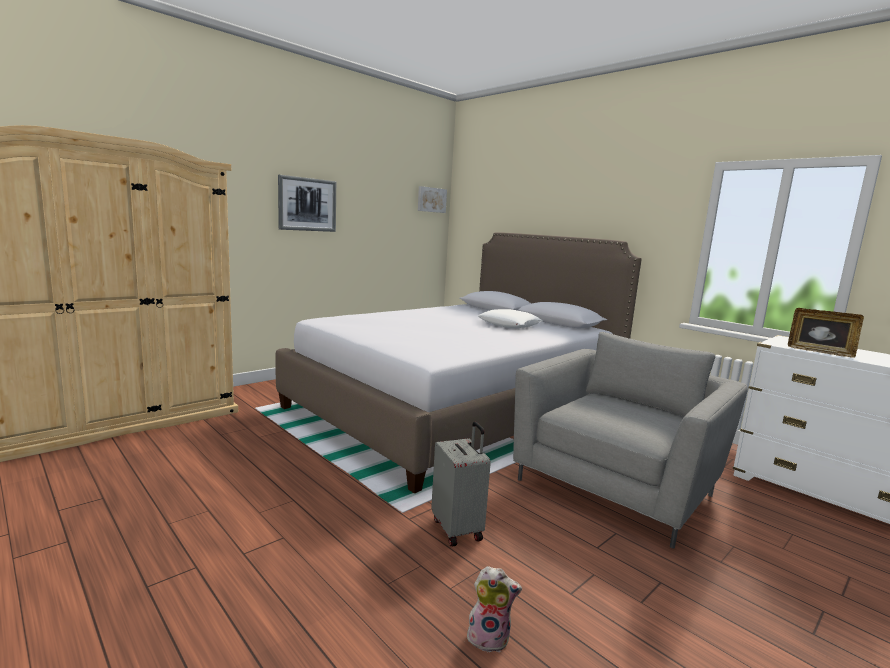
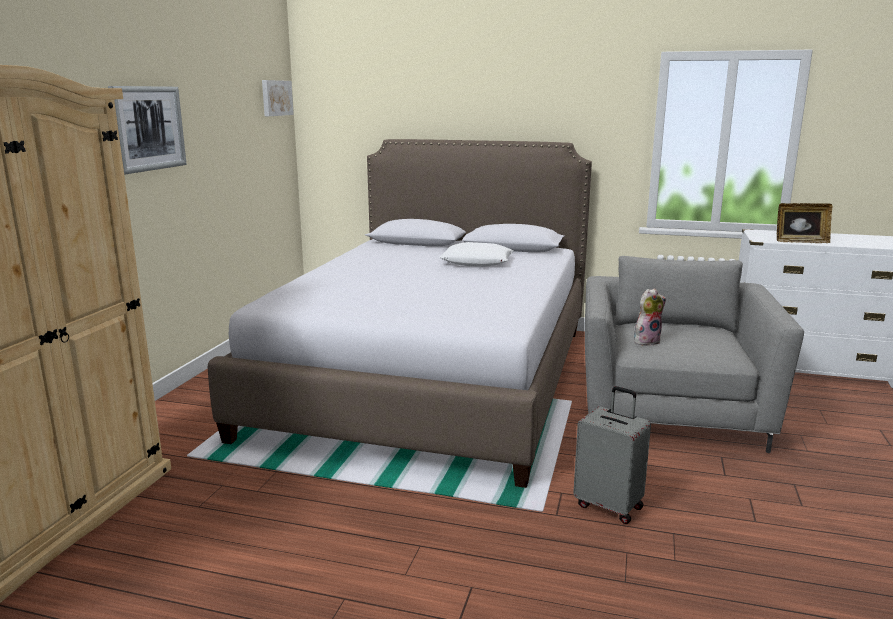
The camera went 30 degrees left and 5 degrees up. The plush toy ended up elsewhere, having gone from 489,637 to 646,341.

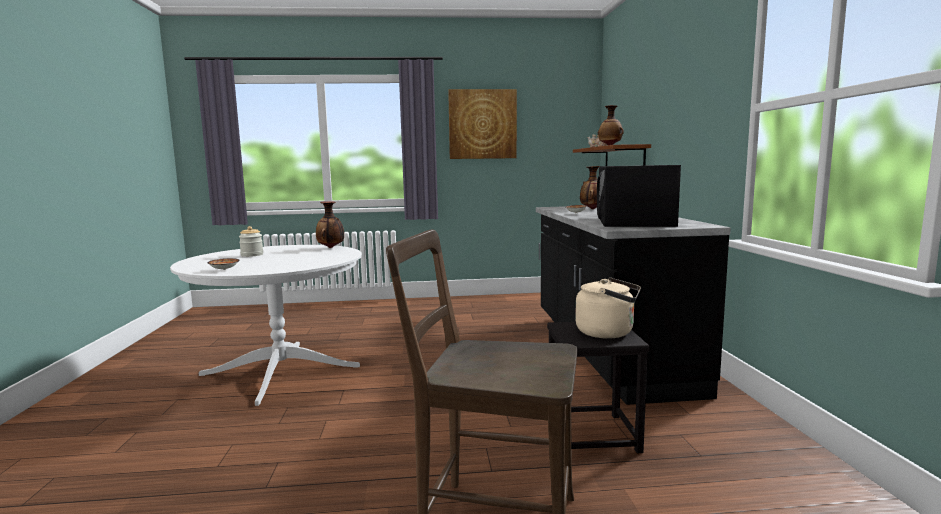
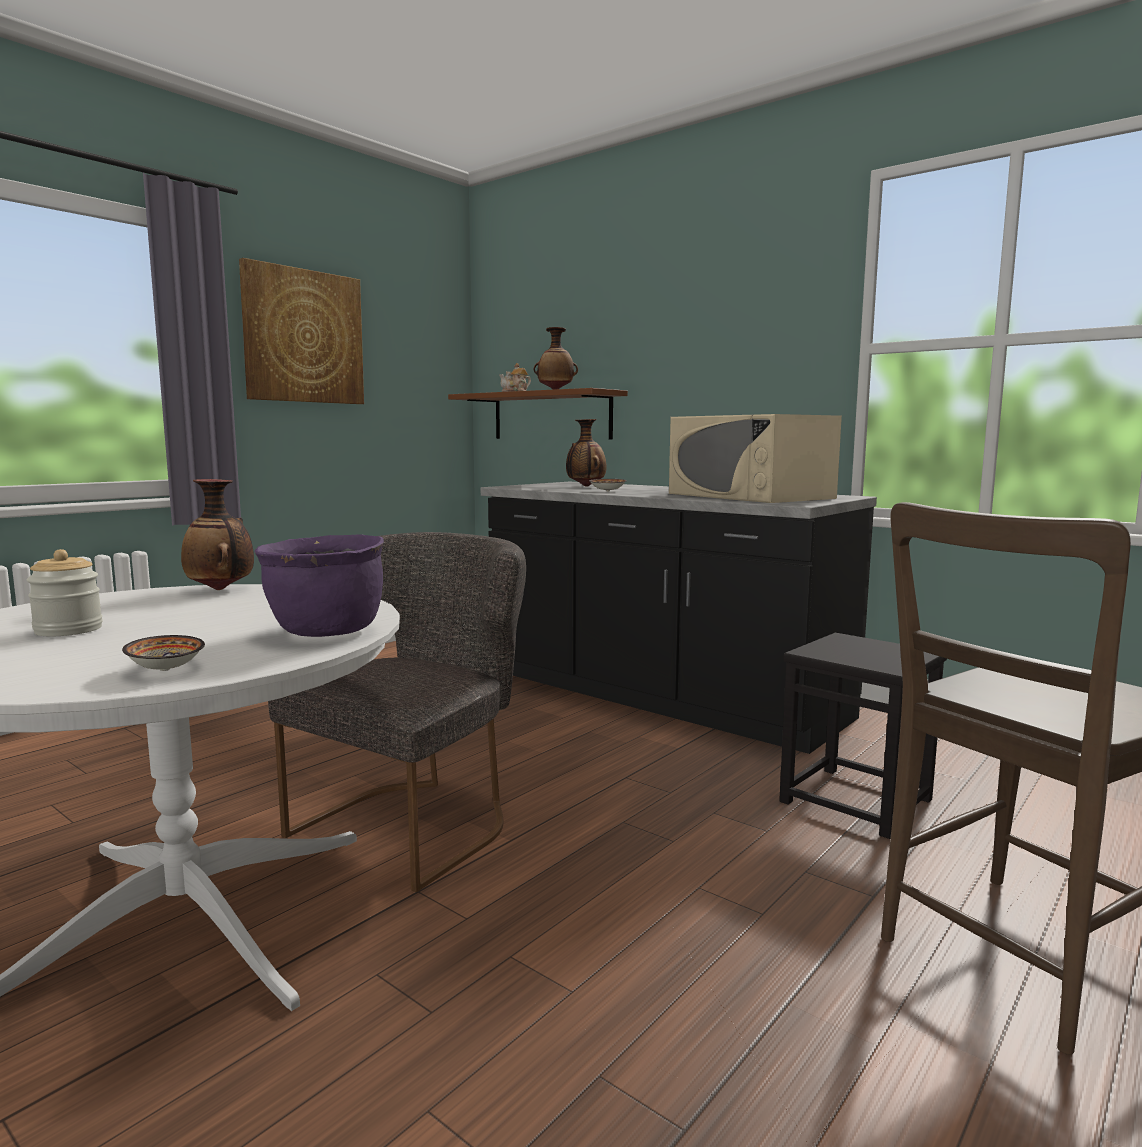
The camera went 45 degrees left and 0 degrees up. The second view lost the beige kettle at 608,333. What was the black microwave at 634,221 turned into the beige microwave at 749,496. The second view gained the purple cooking pot at 326,632. The second view gained the grey chair at 417,821.

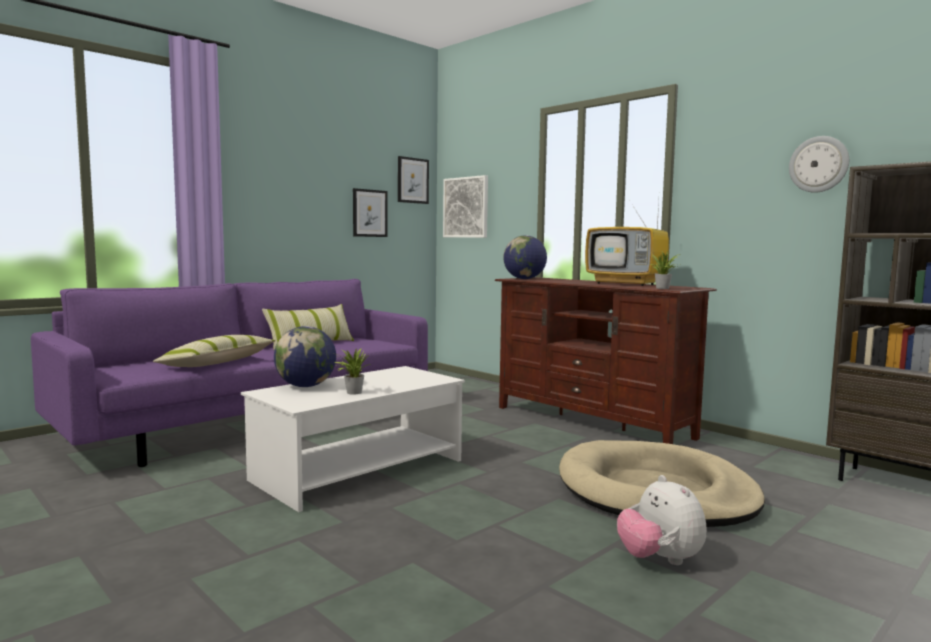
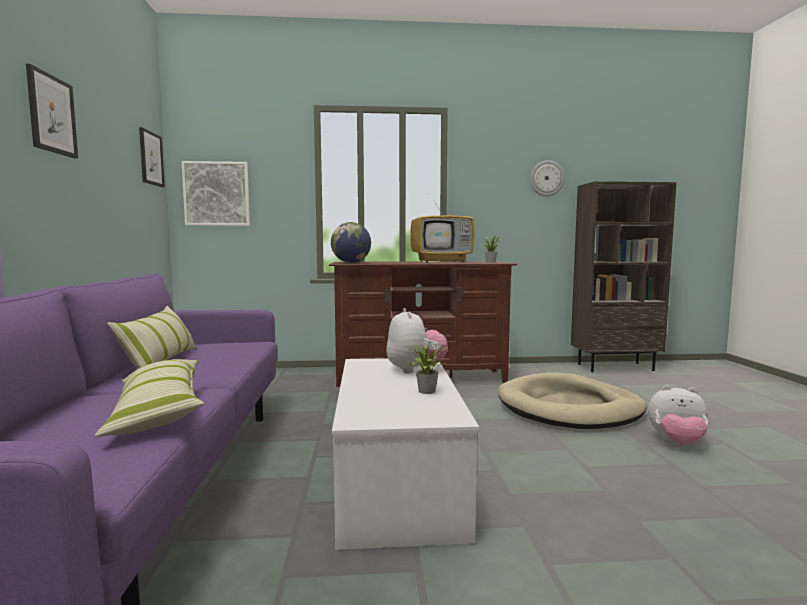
The camera went 50 degrees left and 0 degrees up. The second view lost the globe at 306,386. The picture ended up elsewhere, having gone from 369,213 to 52,114. The second view gained the plush toy at 415,370.

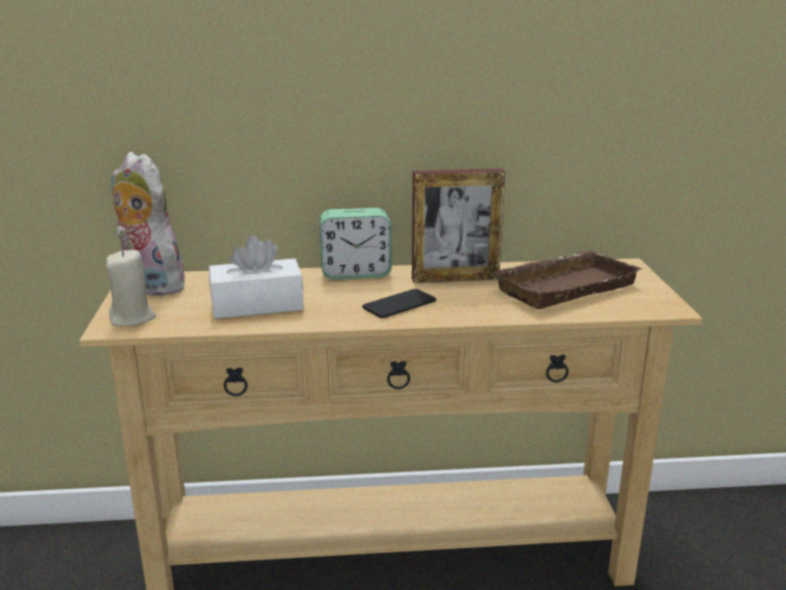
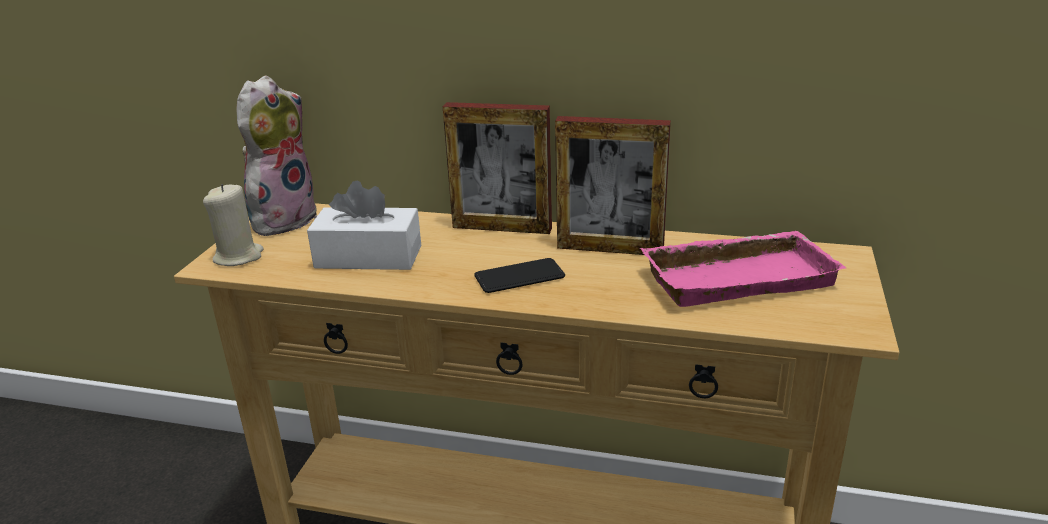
The camera went 20 degrees right and 5 degrees up. The plush toy at 149,286 ended up facing another way, 60 degrees clockwise from before. Where the alarm clock stood at 356,273, the picture frame came to stand at 502,228. What was the brown tray at 563,286 turned into the pink tray at 738,276.

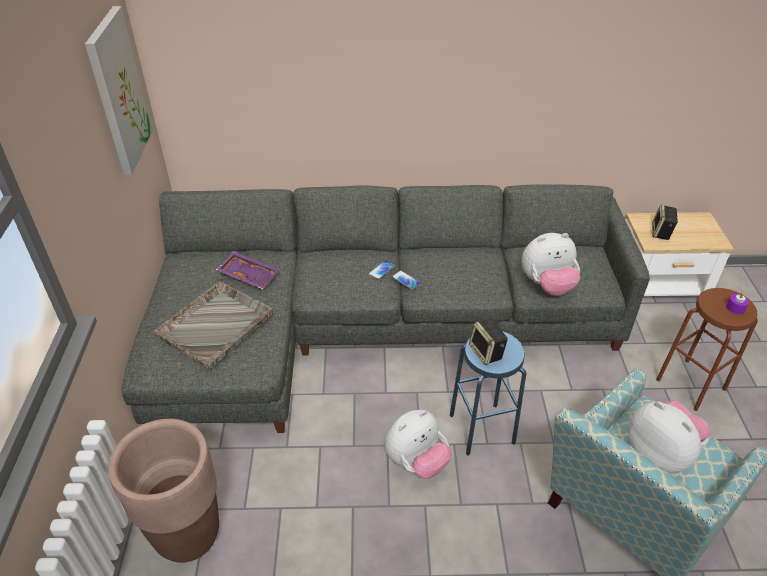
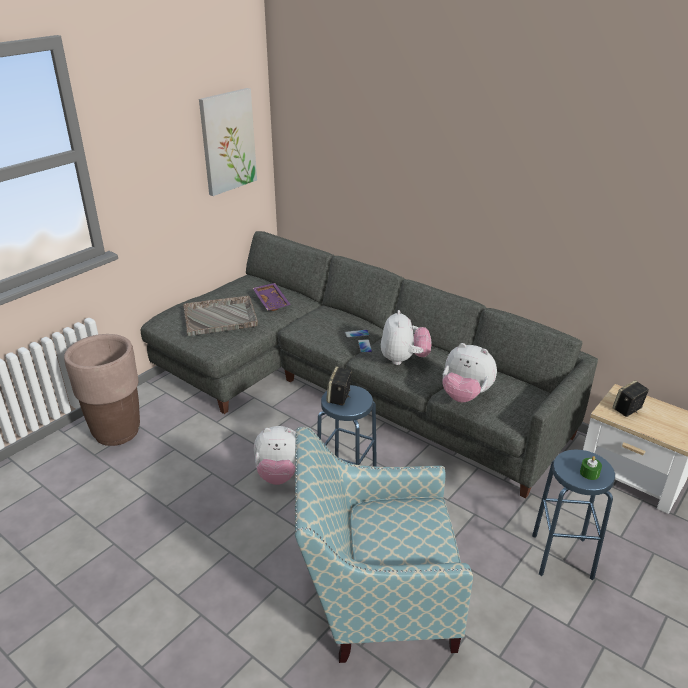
The camera went 40 degrees right and 10 degrees down. The plush toy ended up elsewhere, having gone from 660,453 to 404,359. What was the brown stool at 691,384 turned into the blue stool at 562,556. What was the purple candle at 735,308 turned into the green candle at 589,473.

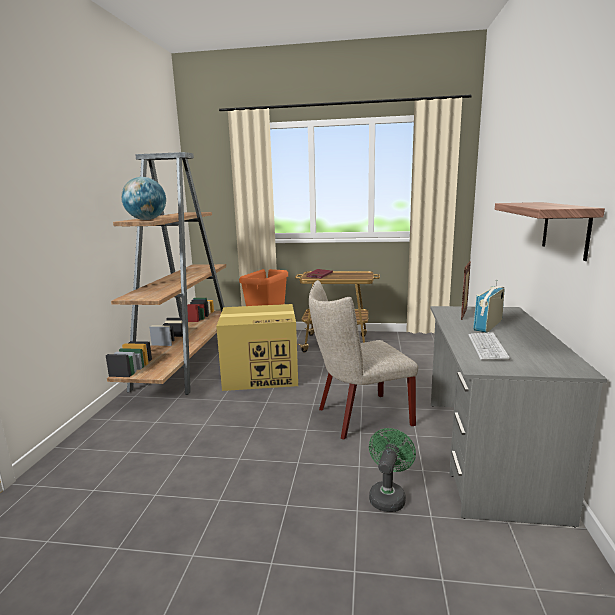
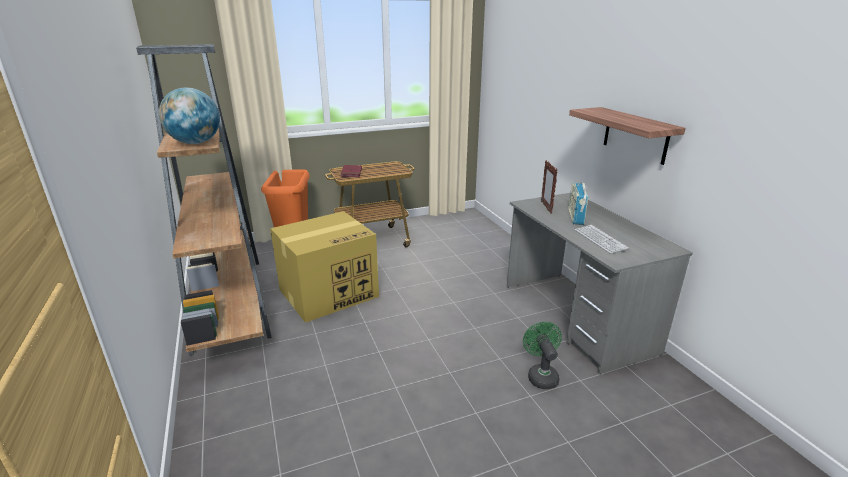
The camera went 30 degrees left and 10 degrees up. The second view lost the beige chair at 358,417.

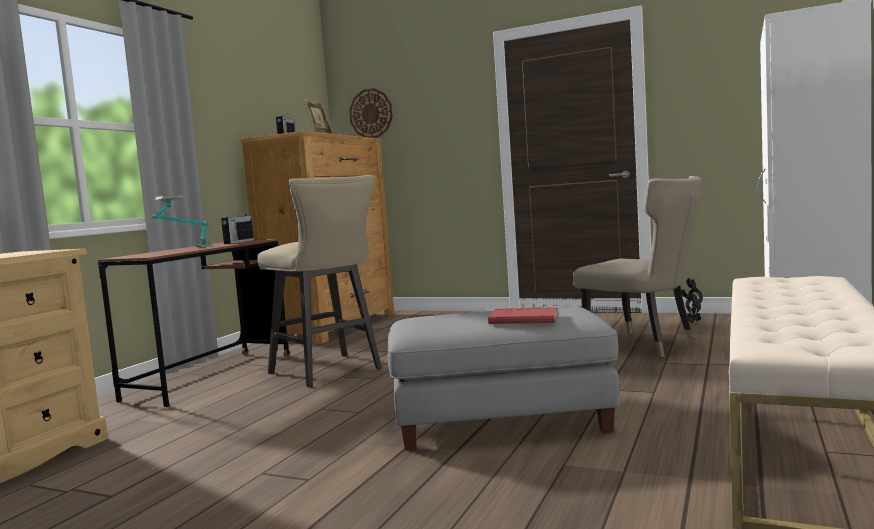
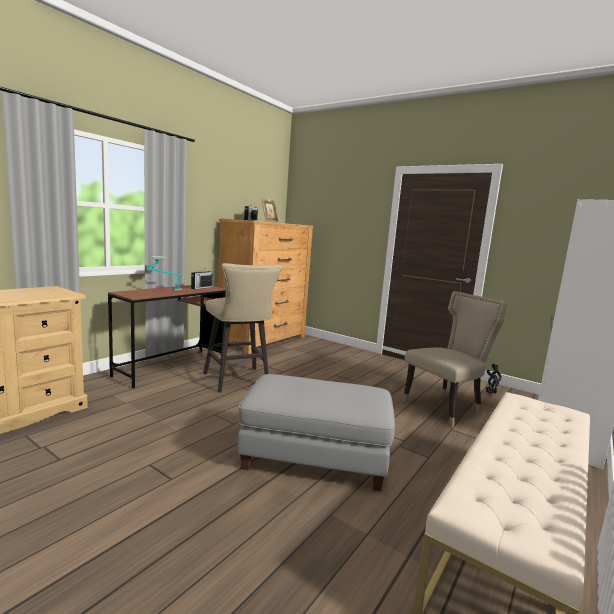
The camera went 10 degrees right and 5 degrees up. The second view lost the wall clock at 371,113. The second view lost the red book at 523,318. The beige chair at 644,345 ended up facing another way, 90 degrees counterclockwise from before.

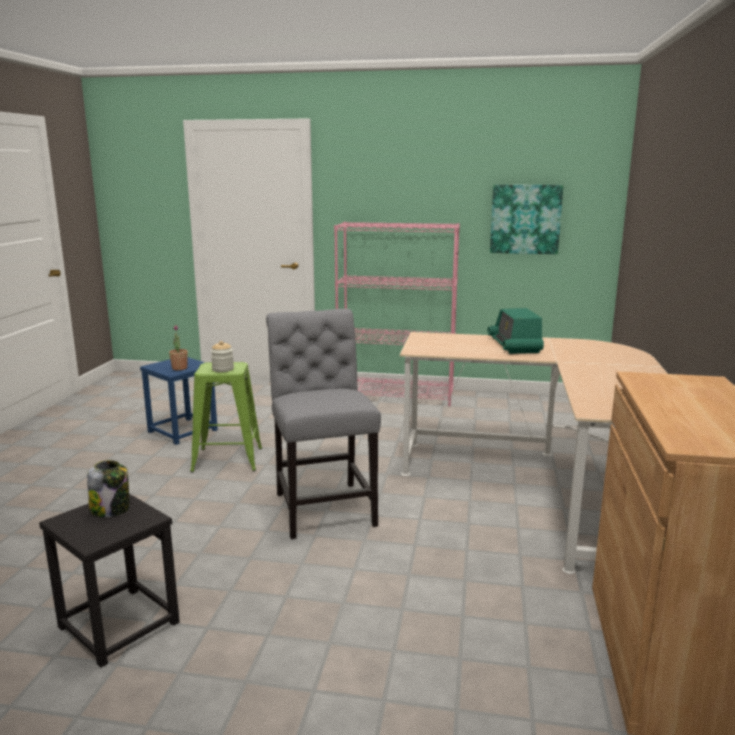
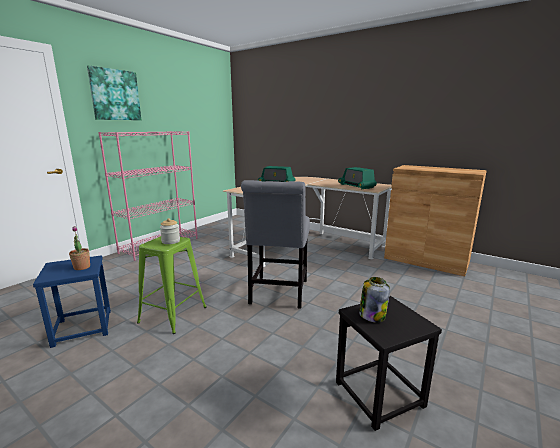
The camera went 65 degrees left and 0 degrees up. The grey chair at 323,506 ended up facing another way, 90 degrees counterclockwise from before. The picture ended up elsewhere, having gone from 525,219 to 115,95. The second view gained the radio at 356,186.

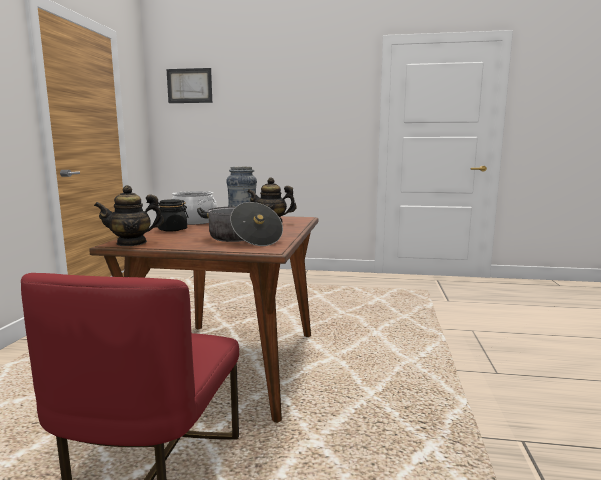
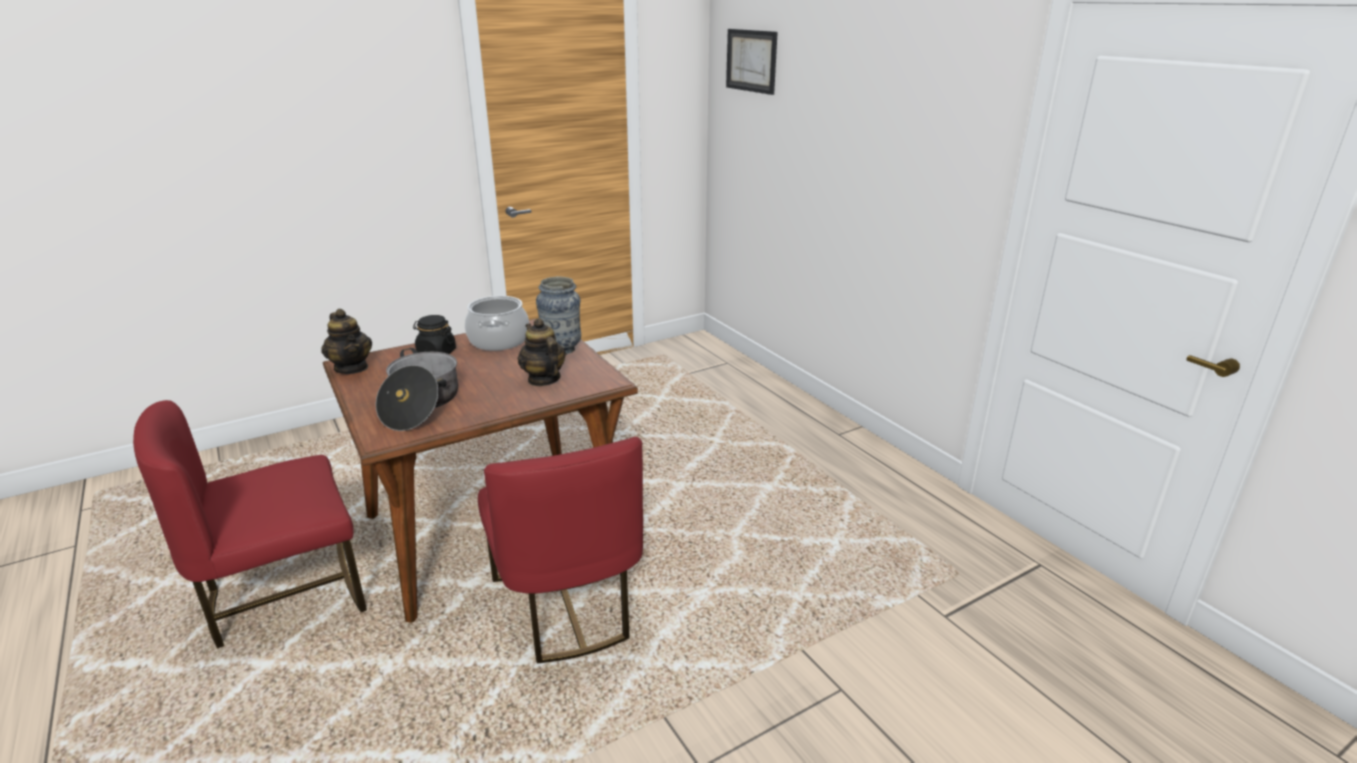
The camera went 50 degrees right and 15 degrees up. The teapot at 132,243 ended up facing another way, 150 degrees counterclockwise from before. The second view gained the red chair at 567,607.

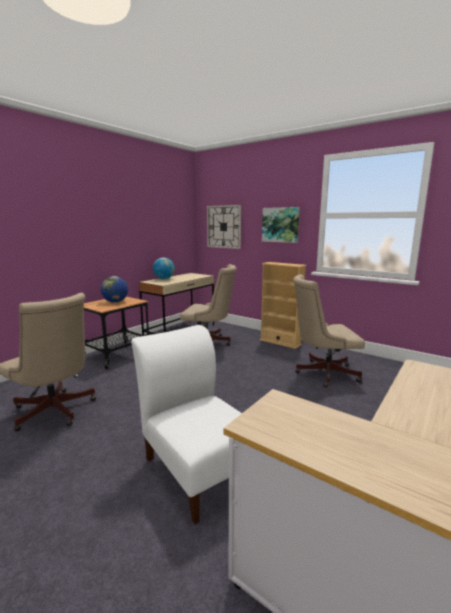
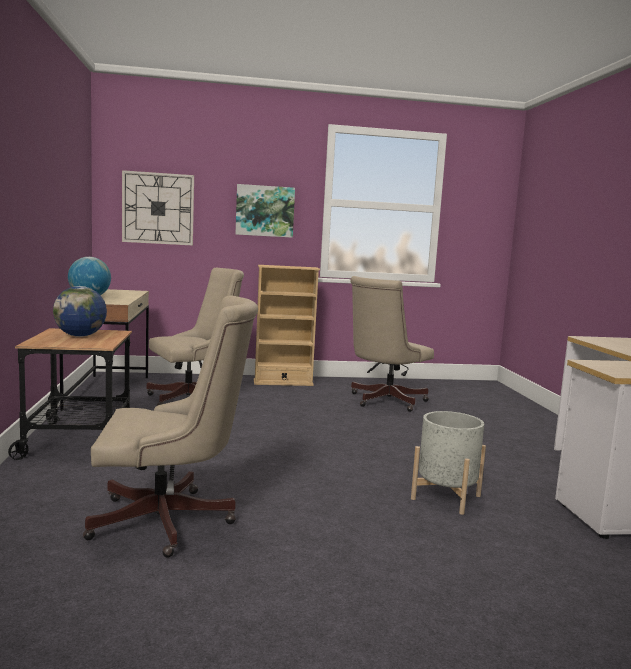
The camera went 45 degrees left and 5 degrees down. Where the white chair stood at 199,467, the grey planter came to stand at 446,497.

